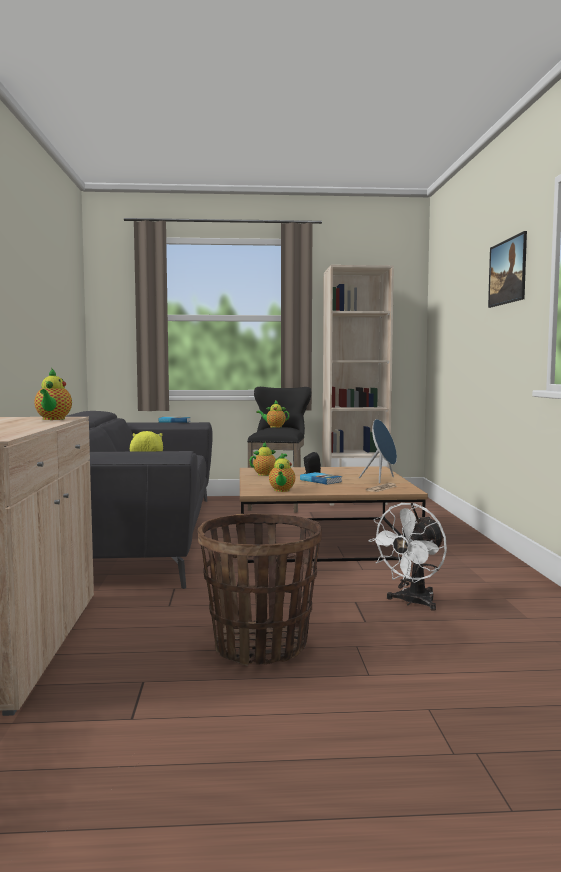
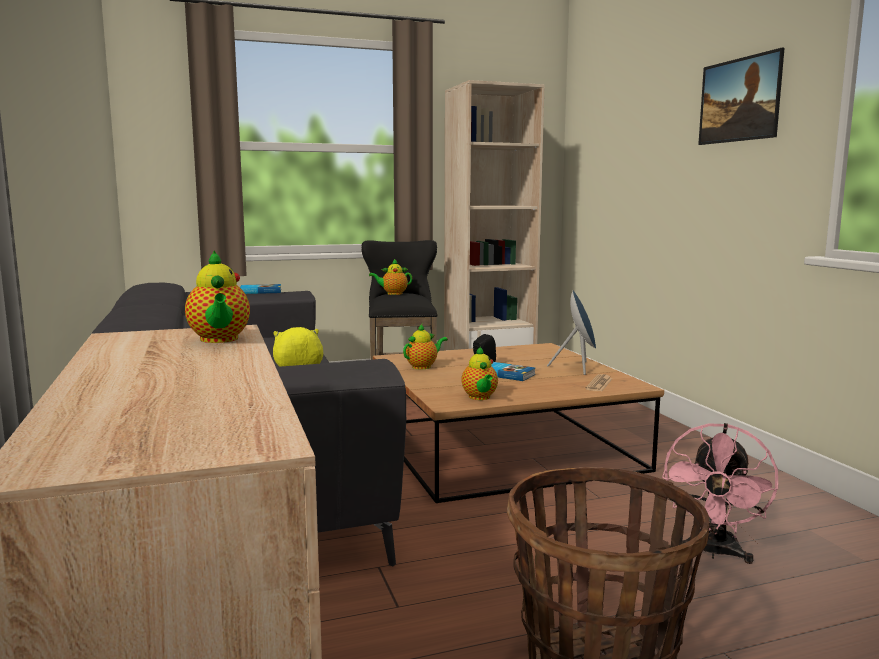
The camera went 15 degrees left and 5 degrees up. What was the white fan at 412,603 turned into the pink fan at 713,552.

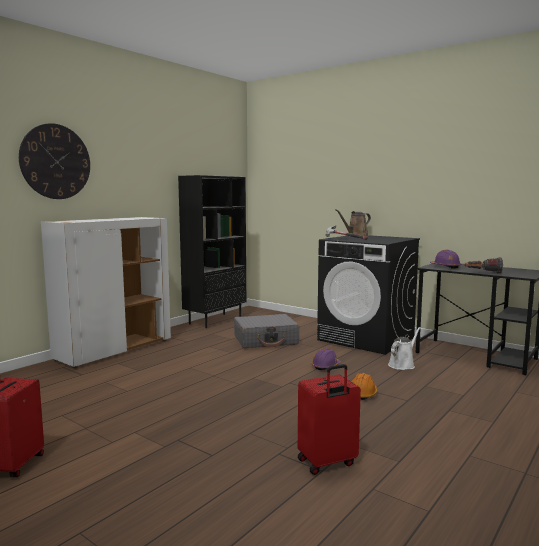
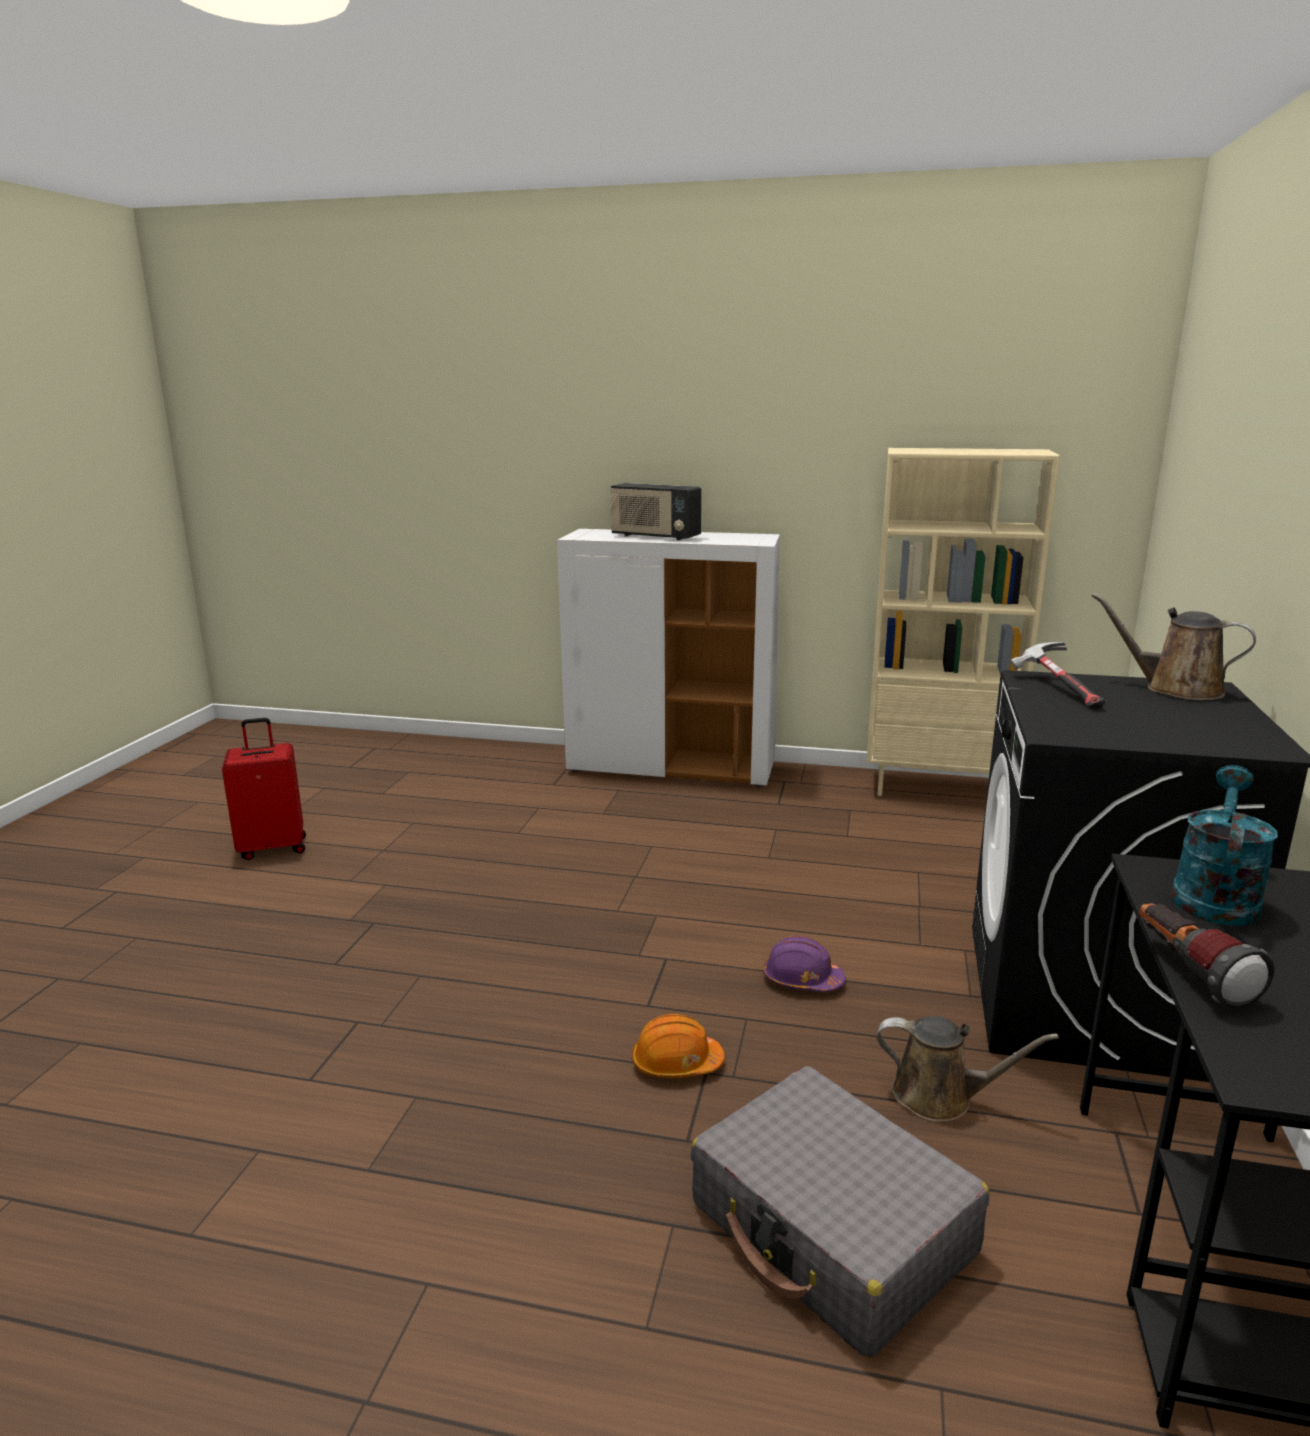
The camera went 65 degrees right and 10 degrees up. The second view lost the wall clock at 55,161. What was the black bookcase at 215,320 turned into the beige bookcase at 938,789. The grey suitcase ended up elsewhere, having gone from 266,340 to 832,1230. The second view lost the red suitcase at 327,463. What was the white watering can at 402,365 turned into the brown watering can at 940,1097. Where the purple hard hat stood at 445,267, the turquoise watering can came to stand at 1214,895. The second view gained the radio at 654,536.

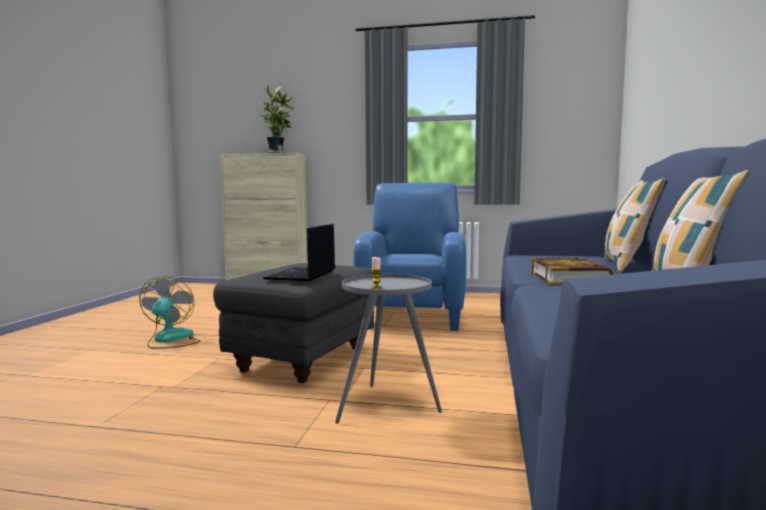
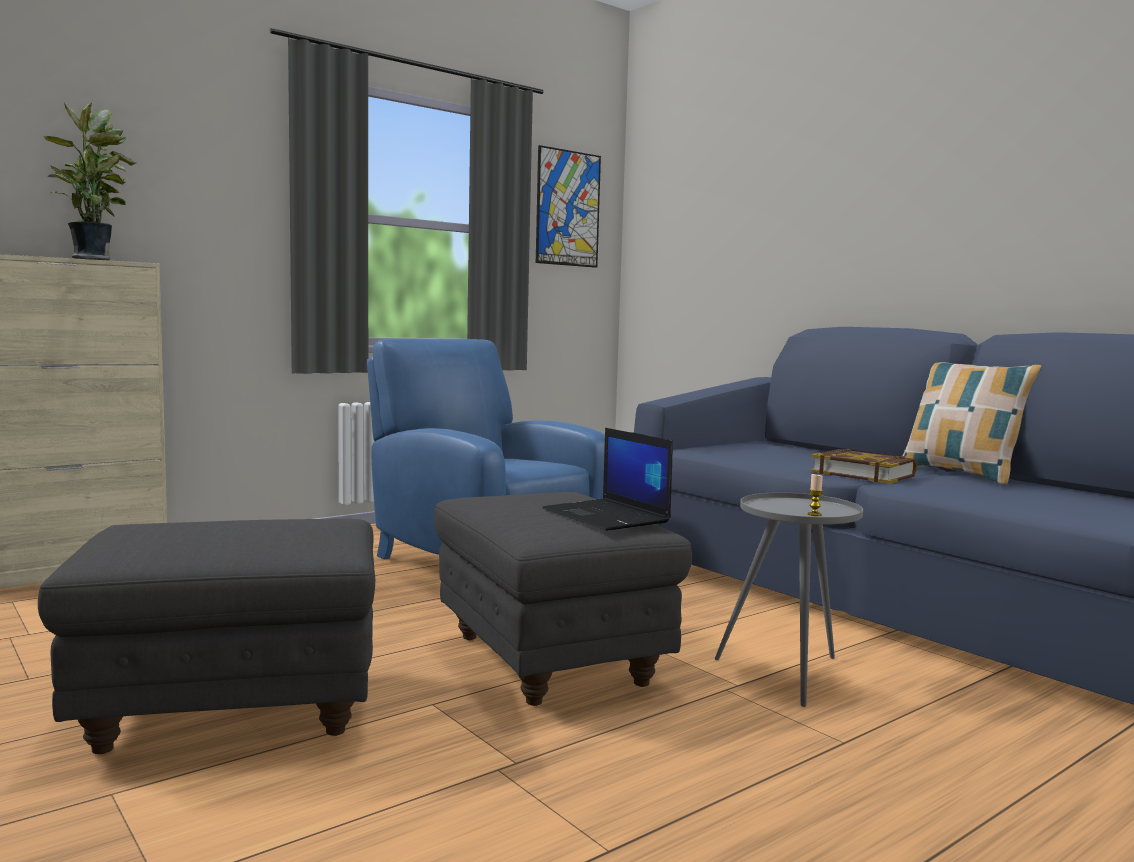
The camera went 50 degrees left and 0 degrees up. Where the fan stood at 170,340, the grey ottoman came to stand at 229,713. The second view lost the pillow at 628,266. The second view gained the picture at 568,208.

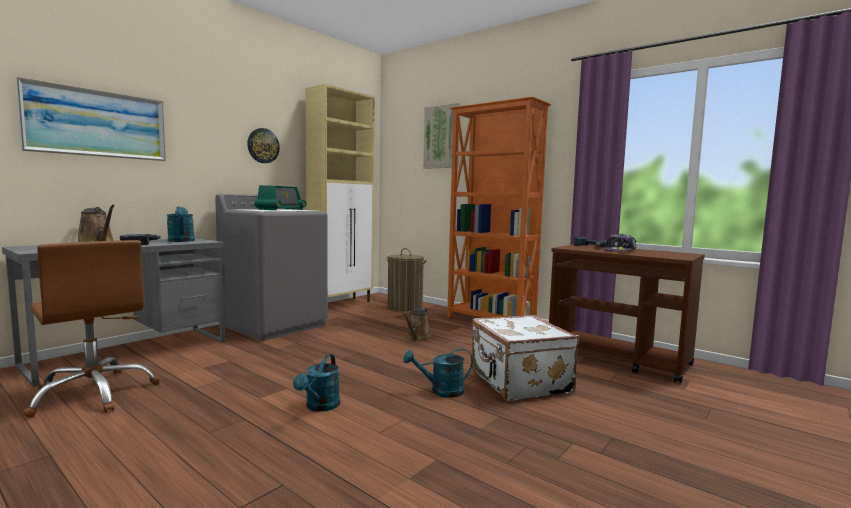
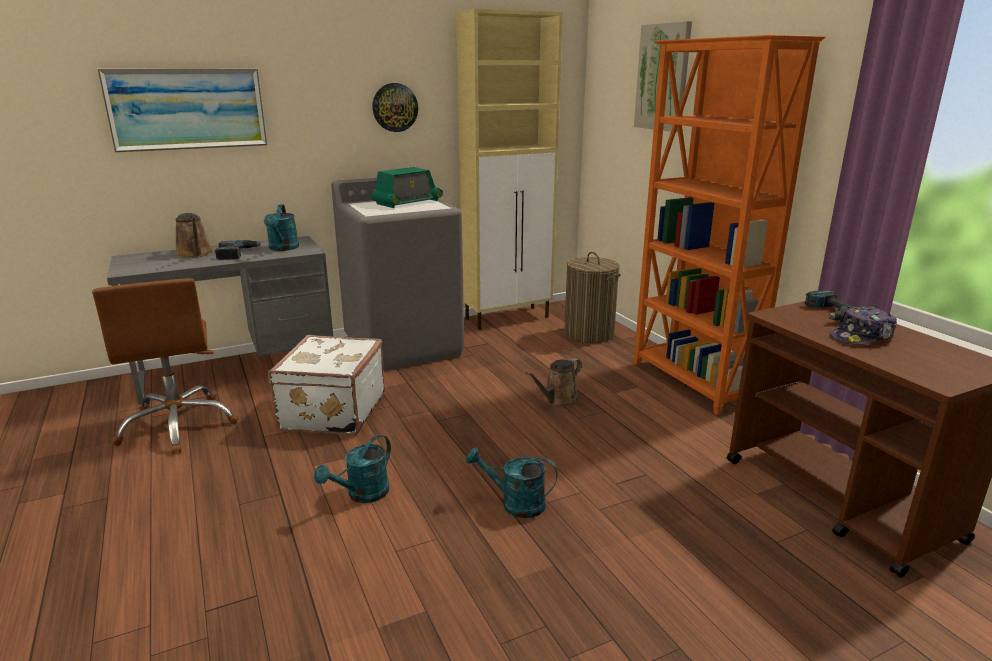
The camera went 25 degrees right and 15 degrees up. The white suitcase ended up elsewhere, having gone from 518,383 to 331,411.

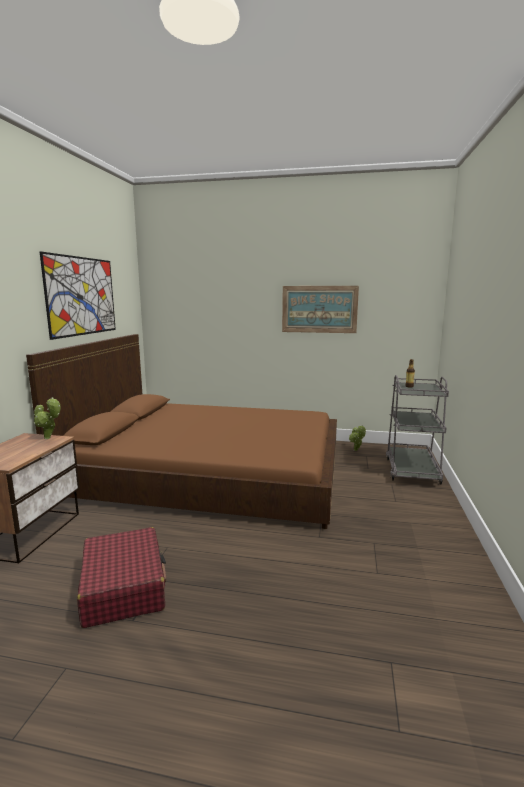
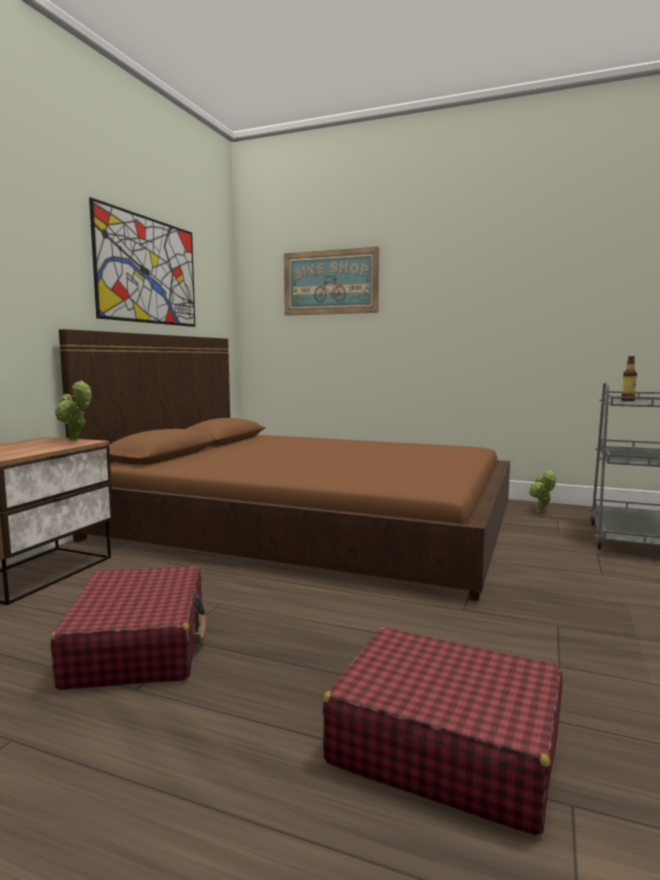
The camera went 10 degrees right and 5 degrees down. The picture ended up elsewhere, having gone from 319,309 to 330,282. The second view gained the red suitcase at 444,746.

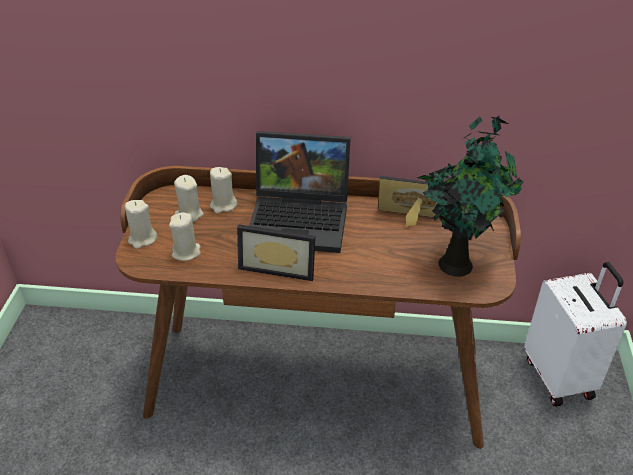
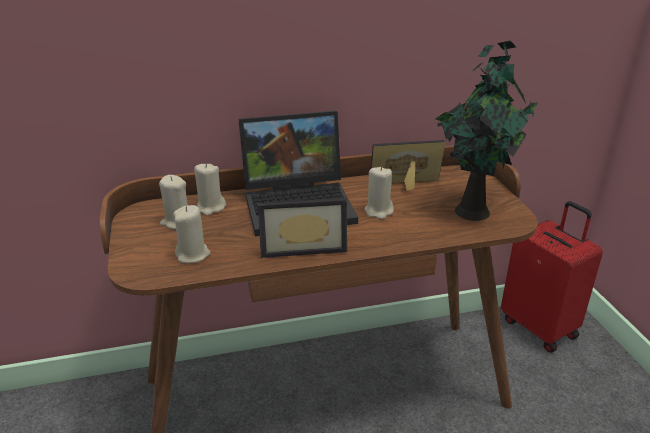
The camera went 20 degrees left and 10 degrees down. The beige candle ended up elsewhere, having gone from 142,239 to 379,211. What was the white suitcase at 560,377 turned into the red suitcase at 540,327.

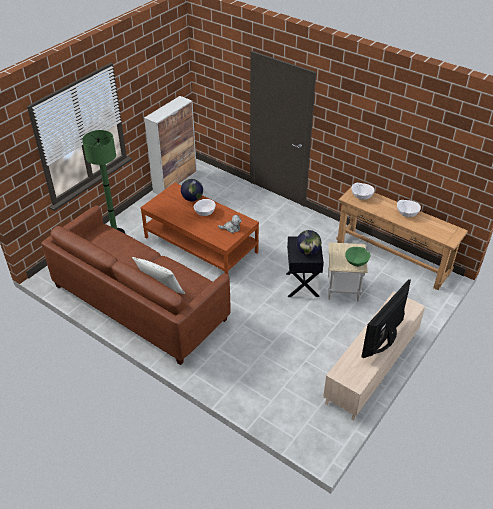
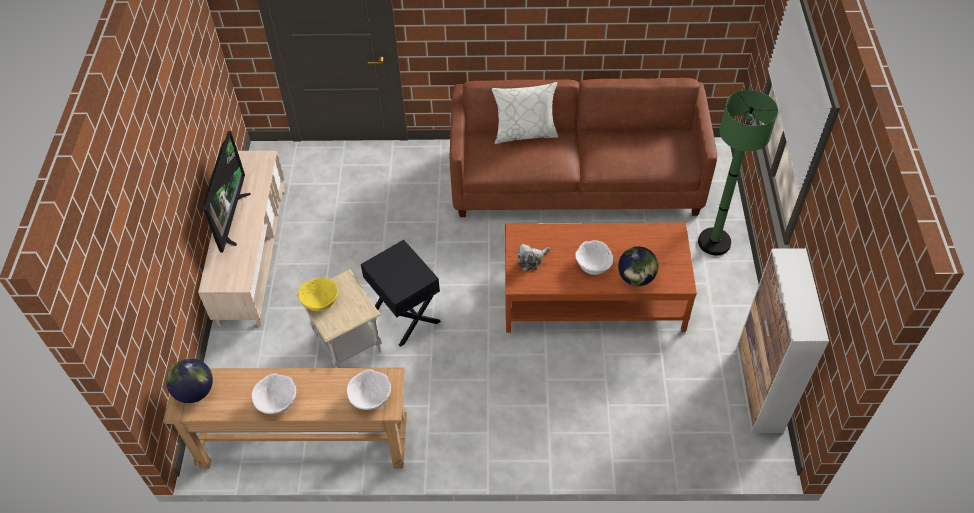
The camera went 145 degrees right and 10 degrees up. The globe ended up elsewhere, having gone from 307,252 to 195,391. What was the green bowl at 356,262 turned into the yellow bowl at 320,301.

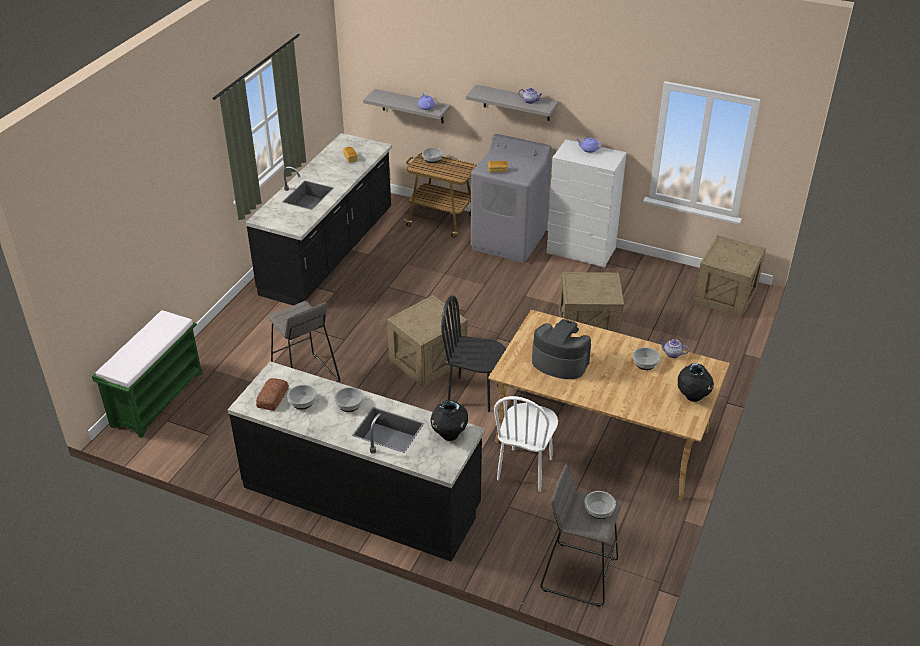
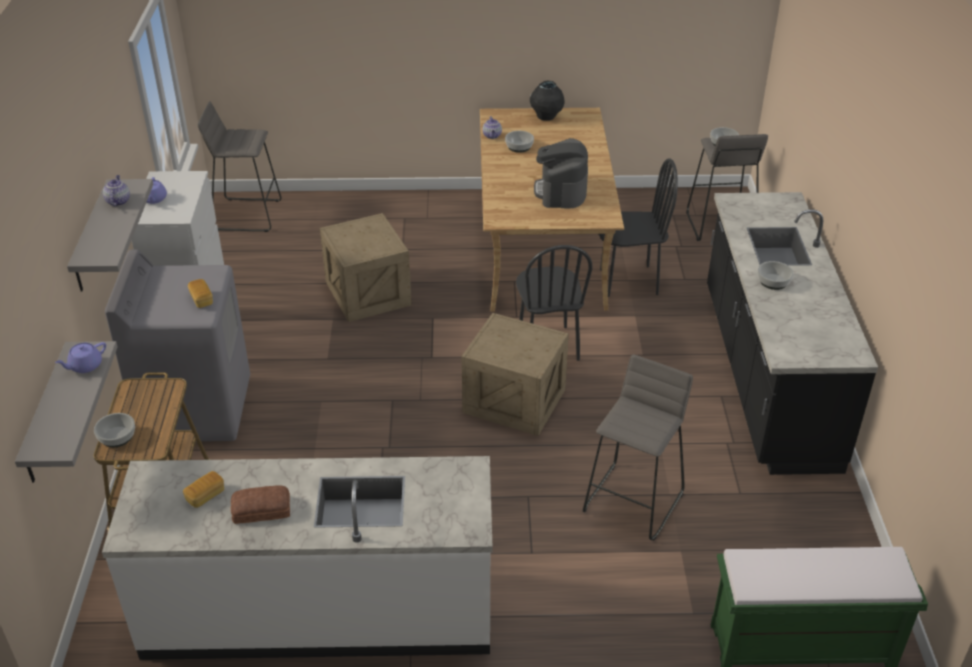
The camera went 115 degrees left and 0 degrees up. What was the black counter at 329,253 turned into the white counter at 320,611. The bread ended up elsewhere, having gone from 272,398 to 262,510. The second view lost the bowl at 302,401. The second view lost the black vase at 449,434. What was the white chair at 525,469 turned into the black chair at 628,281. Where the crate stood at 725,295, the grey stool came to stand at 247,215.

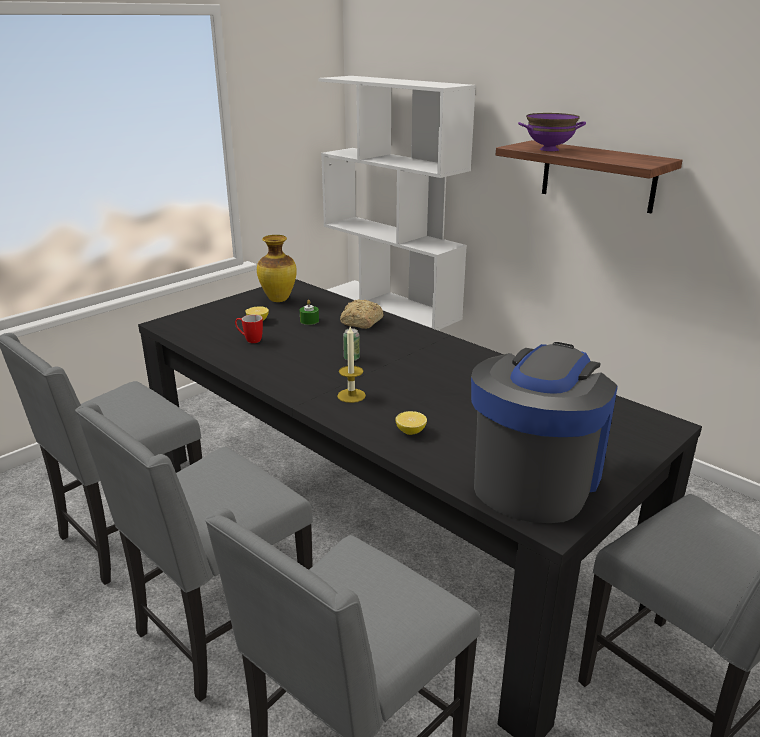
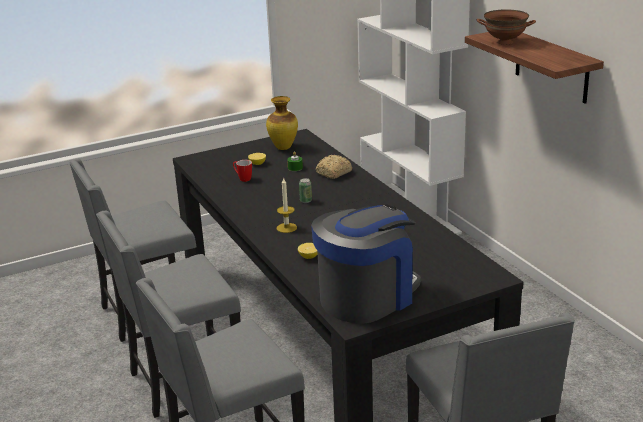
The camera went 20 degrees right and 0 degrees up. What was the purple bowl at 549,149 turned into the brown bowl at 505,42.

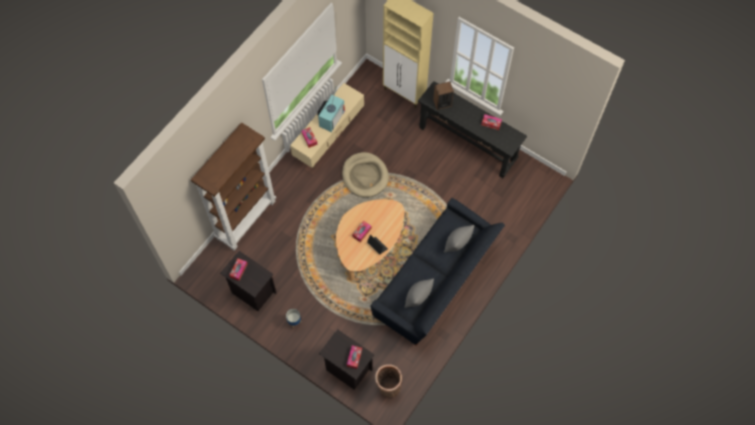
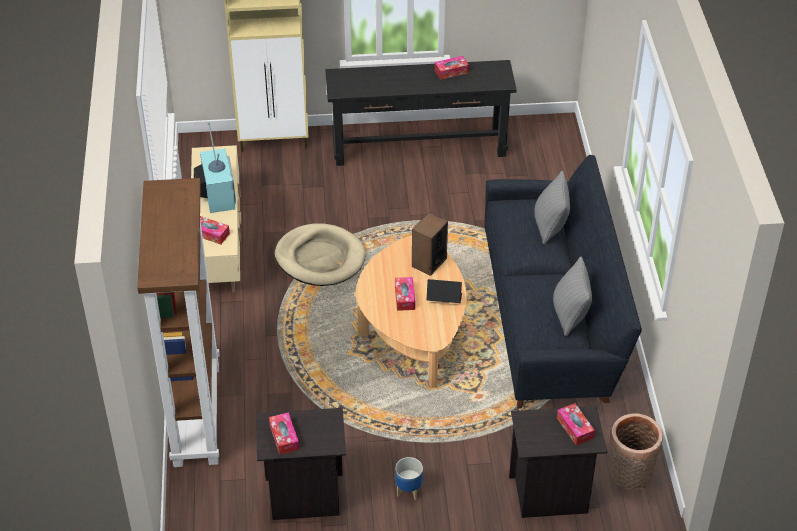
The camera went 40 degrees left and 20 degrees down. The speaker ended up elsewhere, having gone from 442,103 to 429,262.

